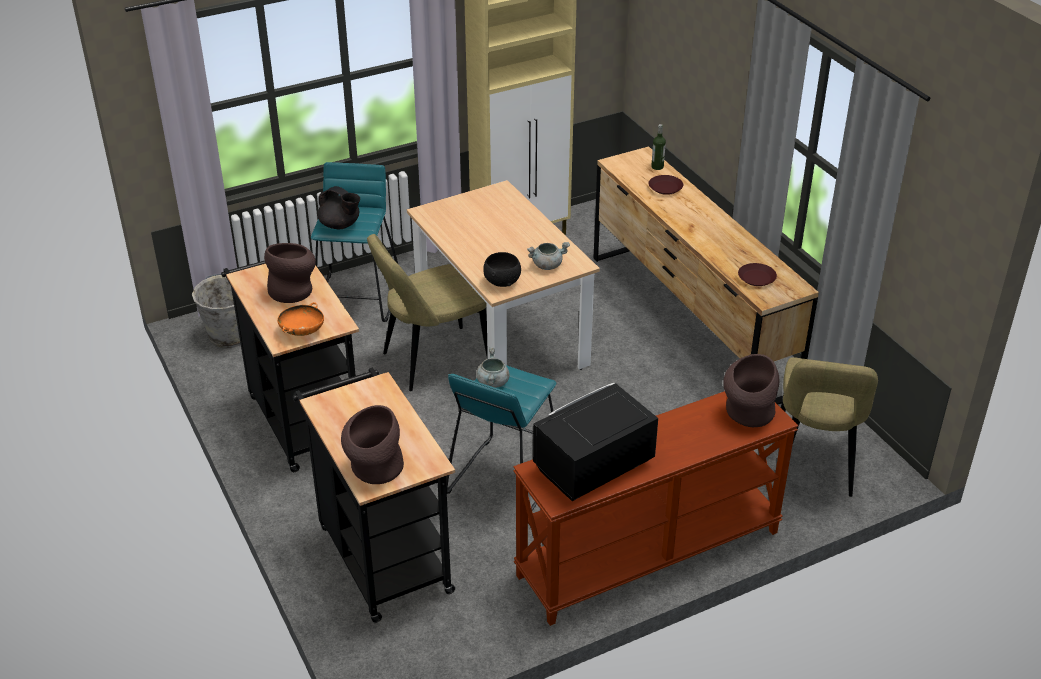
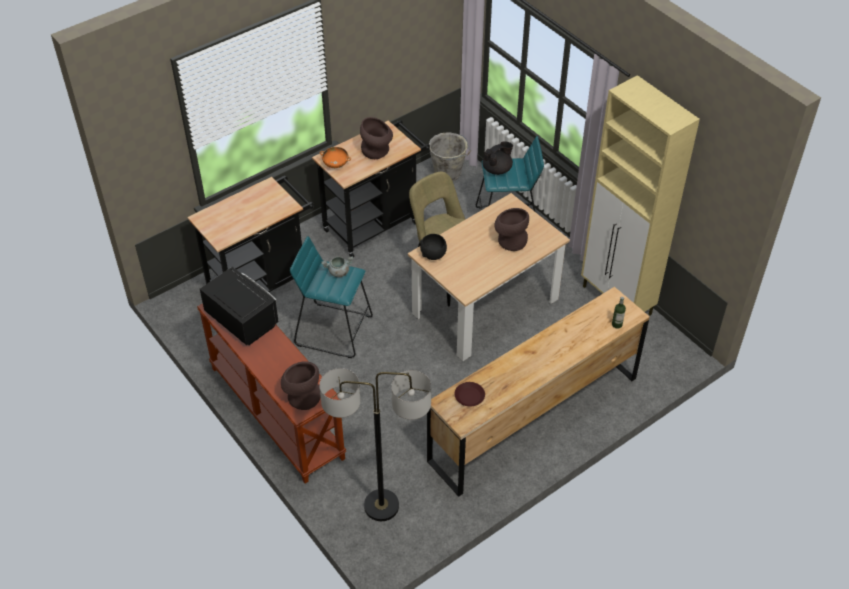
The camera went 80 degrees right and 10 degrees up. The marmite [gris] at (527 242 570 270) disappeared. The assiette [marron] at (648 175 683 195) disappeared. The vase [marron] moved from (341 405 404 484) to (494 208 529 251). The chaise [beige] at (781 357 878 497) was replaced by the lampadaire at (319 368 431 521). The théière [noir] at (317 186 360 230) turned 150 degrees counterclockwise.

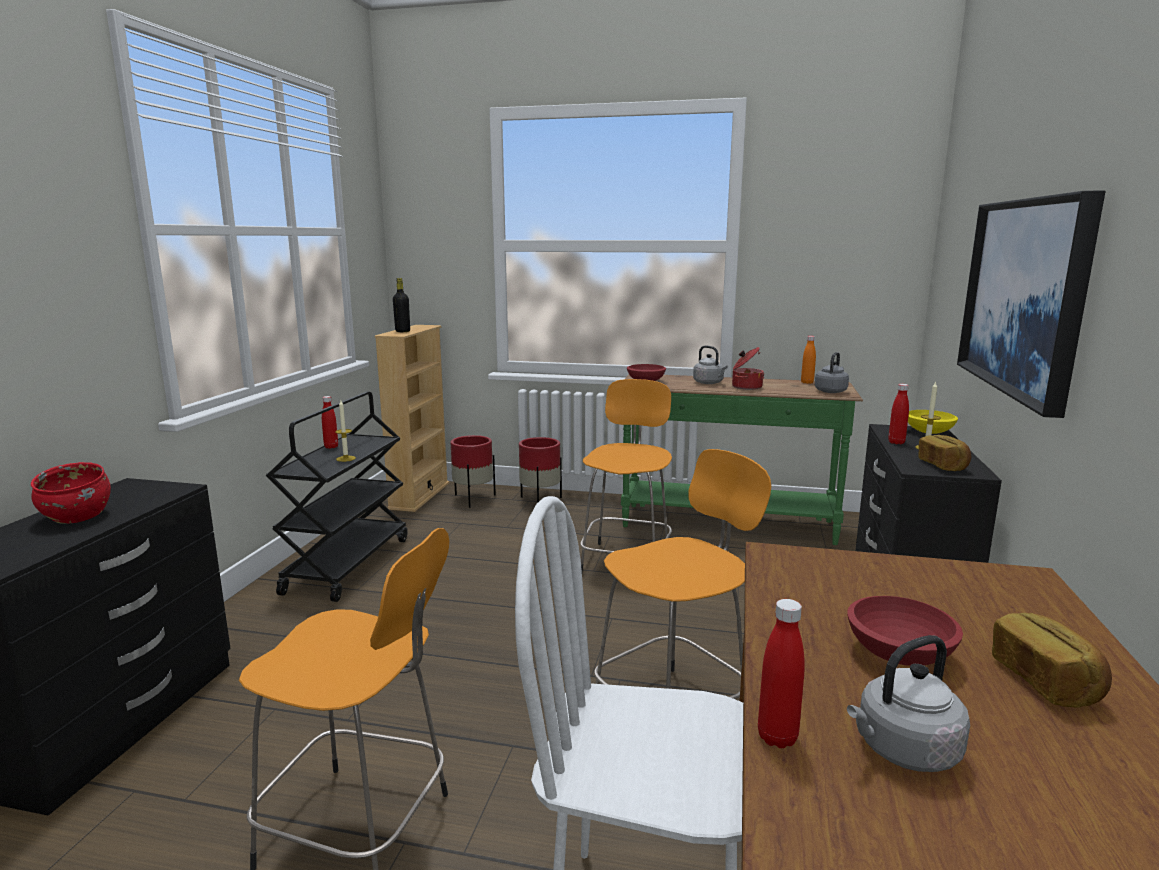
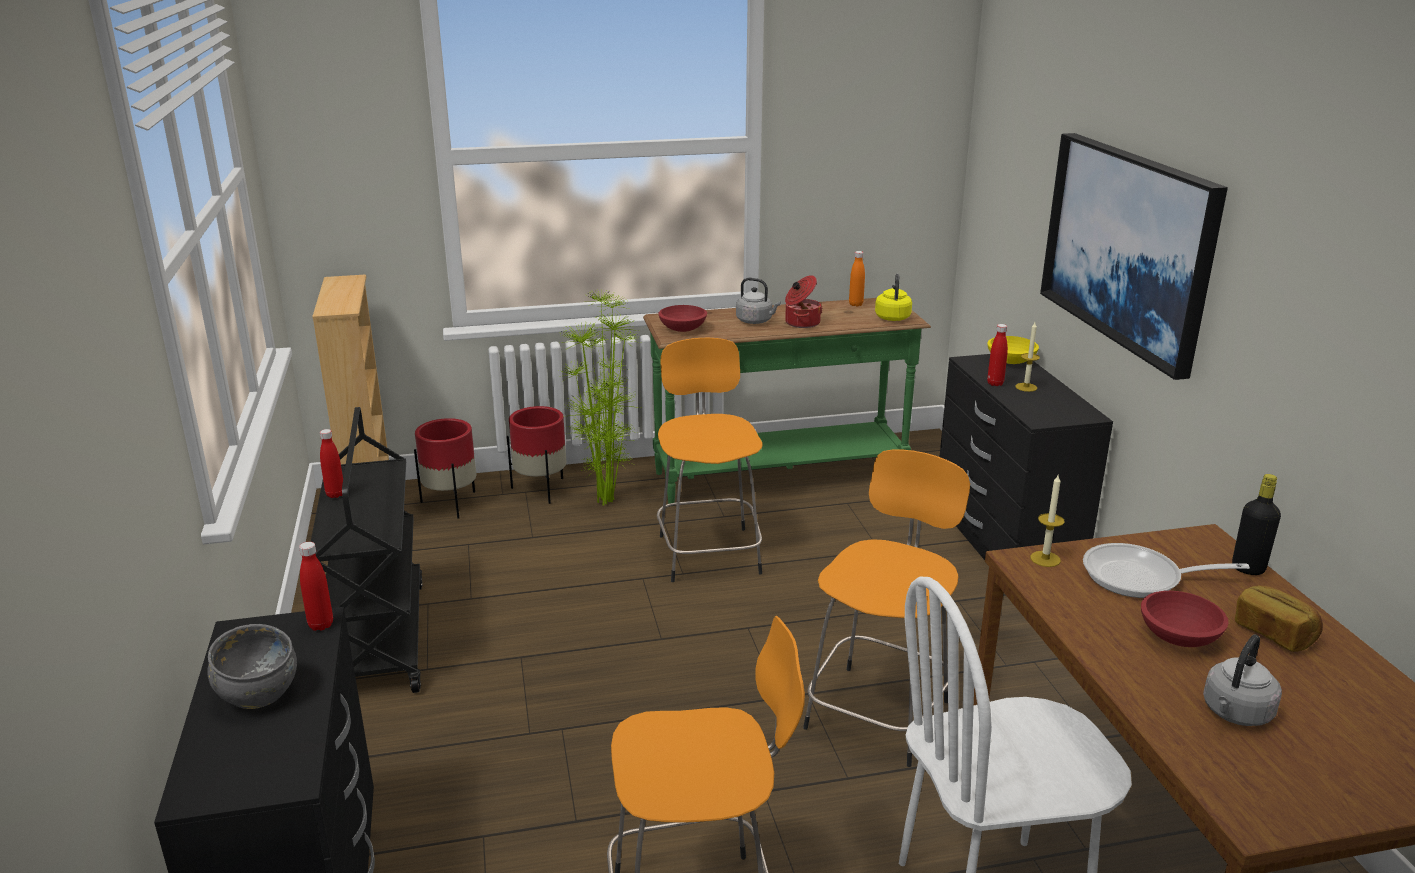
The camera went 25 degrees left and 10 degrees up. The pain at (918 435 971 471) disappeared. The plante en pot at (559 290 640 505) appeared. The poêle at (1083 543 1250 598) appeared. The bougie moved from (335 400 356 462) to (1030 475 1065 567). The bouteille [noir] moved from (393 278 410 332) to (1232 474 1281 575). The bouteille [rouge] moved from (758 599 805 748) to (299 542 333 631). The bol [rouge] at (31 462 111 524) became the bol [gris] at (208 624 297 709). The bouilloire [gris] at (815 352 849 393) became the bouilloire [jaune] at (875 274 912 321).

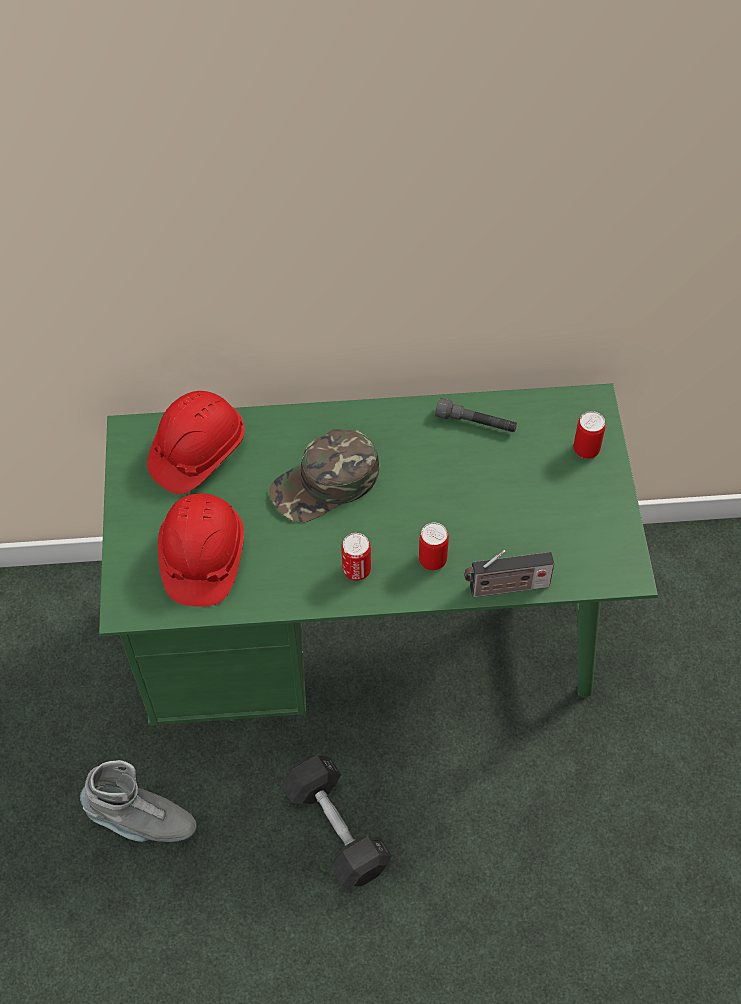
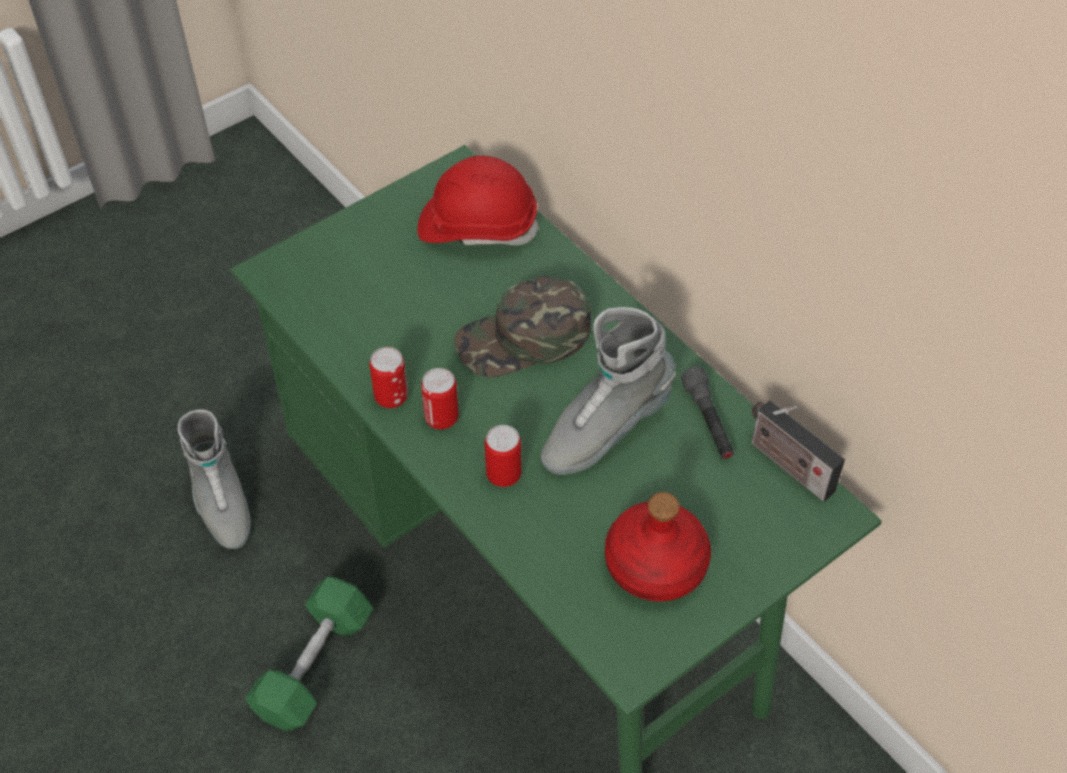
The camera went 55 degrees right and 5 degrees down. The casque de chantier [rouge] at (158 493 244 607) disappeared. The botte [gris] at (541 307 676 475) appeared. The bouteille [rouge] at (605 492 711 601) appeared. The radio moved from (464 550 554 597) to (751 401 845 502). The boîte métallique moved from (573 411 606 459) to (369 347 408 408). The haltère [gris] at (281 755 392 886) became the haltère [vert] at (245 577 373 731). The casquette [vert] at (269 429 379 522) turned 45 degrees counterclockwise.

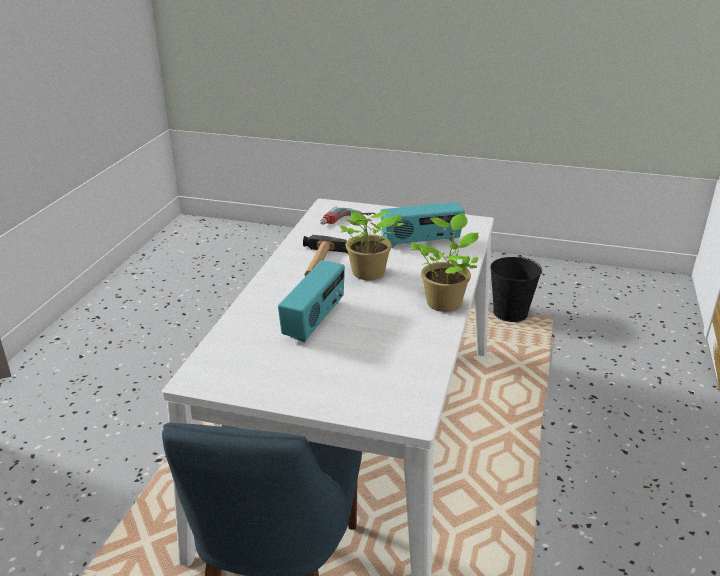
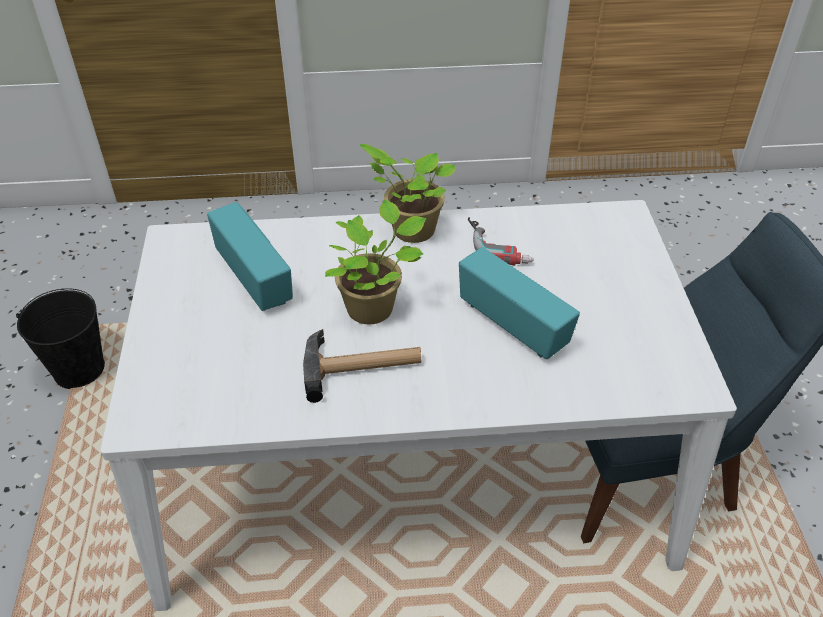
The camera went 110 degrees left and 15 degrees up. The perceuse moved from (320 207 375 225) to (468 217 534 265). The radio at (278 260 345 343) turned 45 degrees clockwise.

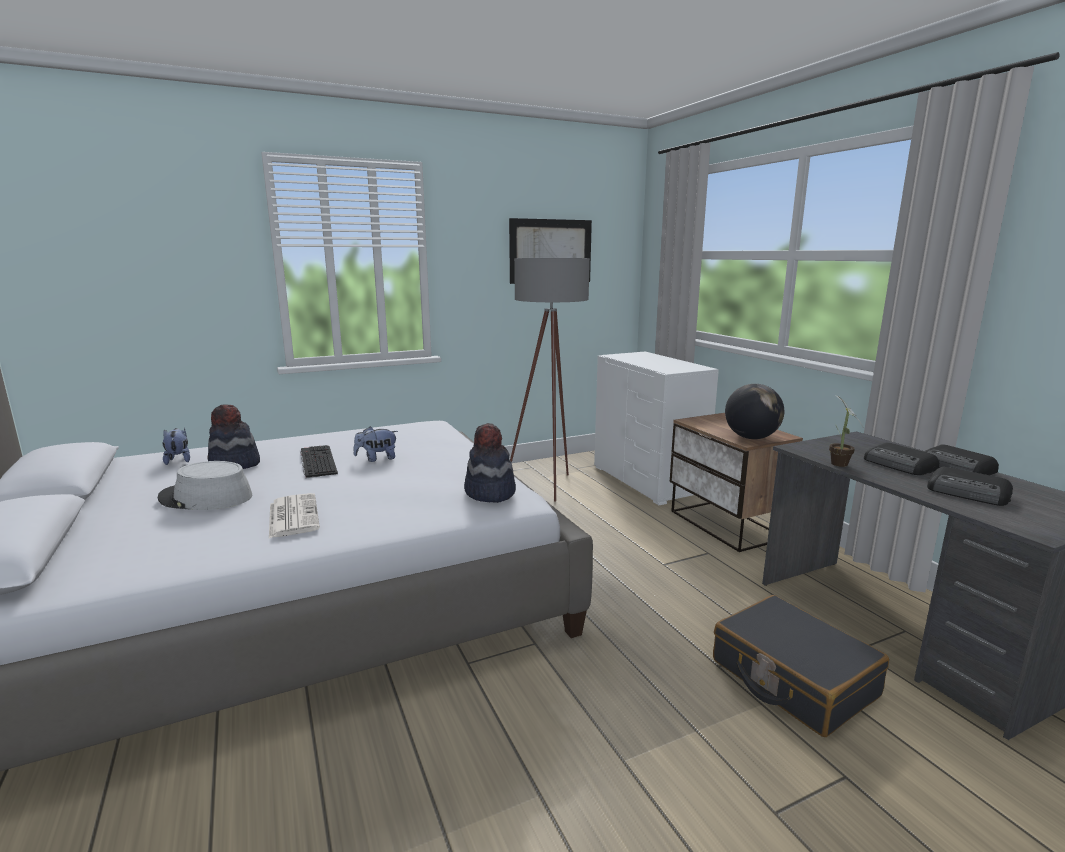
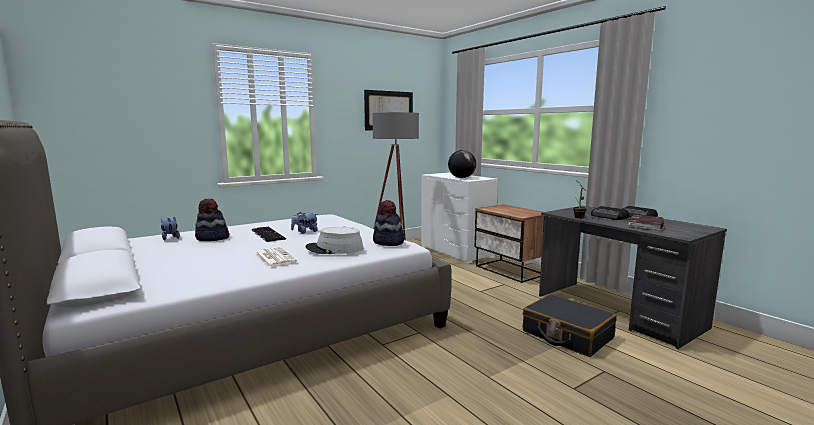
The camera went 10 degrees left and 5 degrees down. The chapeau [gris] moved from (158 461 252 510) to (306 227 364 254). The globe moved from (725 384 784 439) to (448 150 476 178). The radio at (927 467 1013 506) was replaced by the livre at (628 215 664 231).

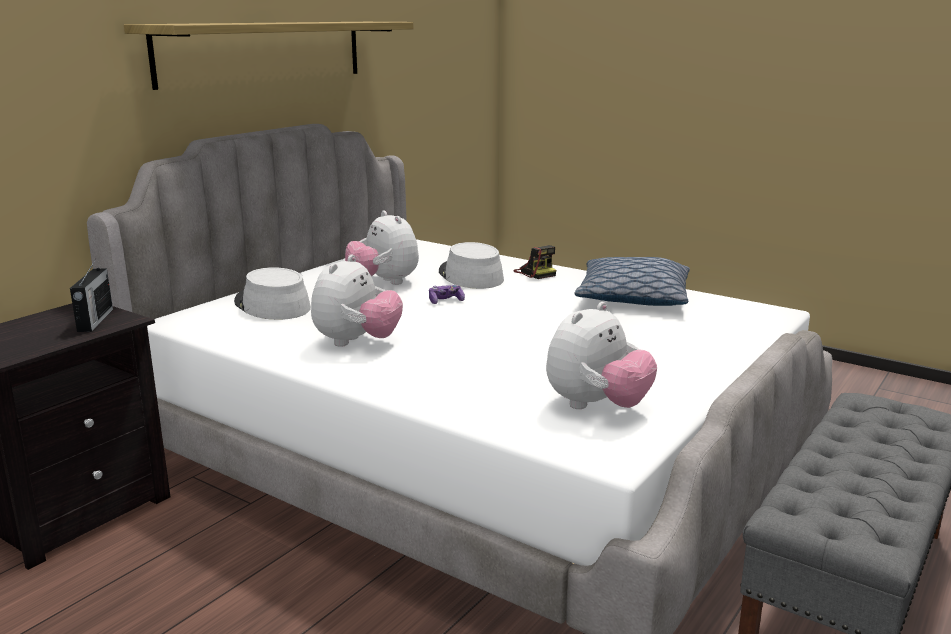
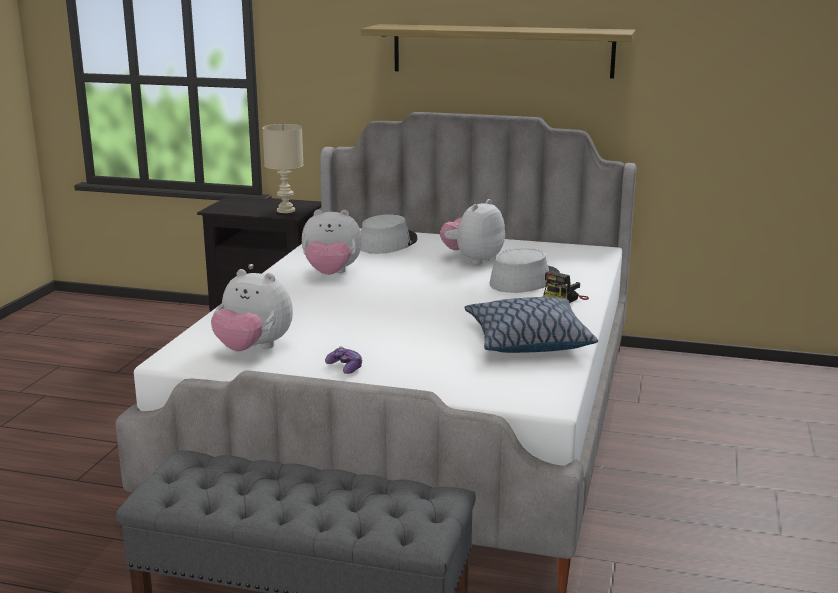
The camera went 70 degrees right and 0 degrees up. The manette moved from (429 285 465 304) to (325 347 363 374). The radio at (70 259 113 332) was replaced by the lampe de table [beige] at (262 124 303 213).

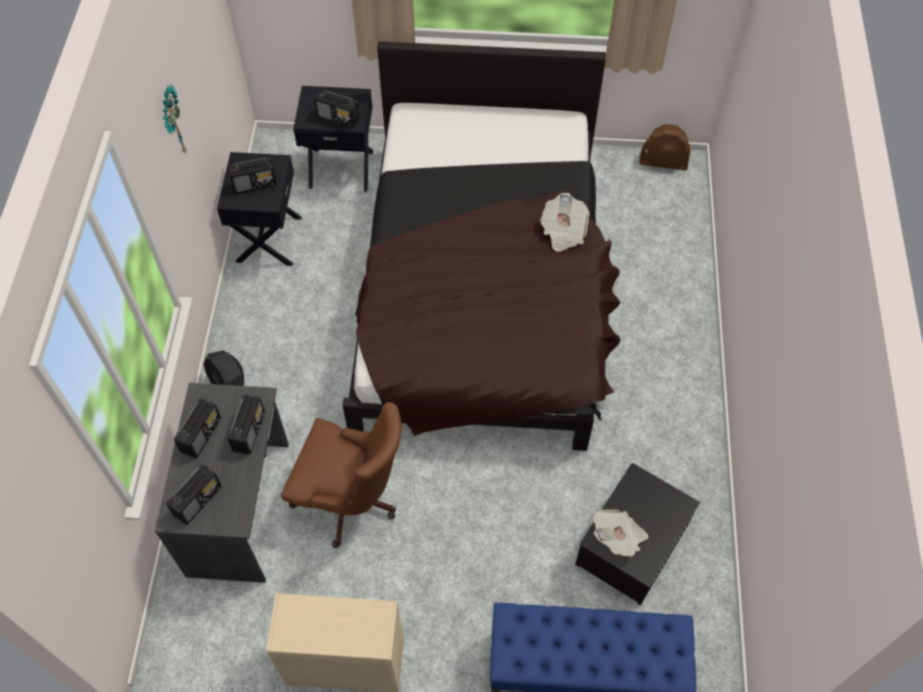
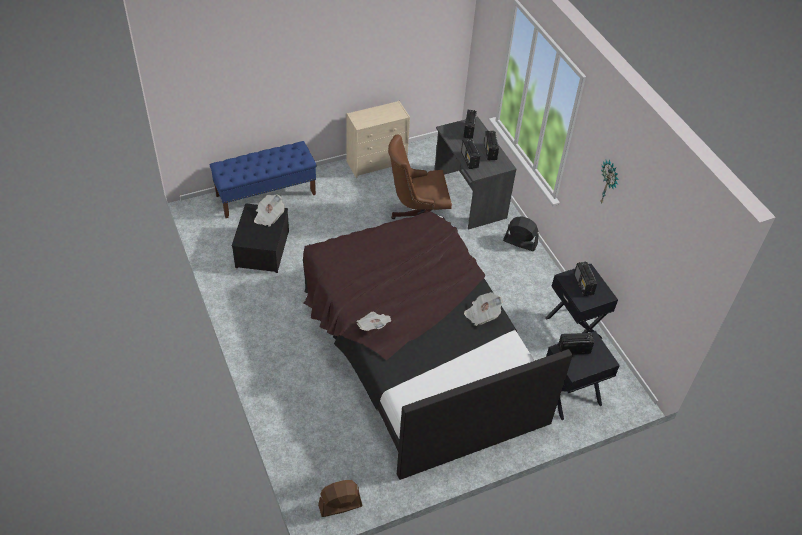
The camera went 150 degrees right and 10 degrees down. The journal at (464 292 503 326) appeared. The radio at (228 158 276 194) turned 60 degrees counterclockwise.

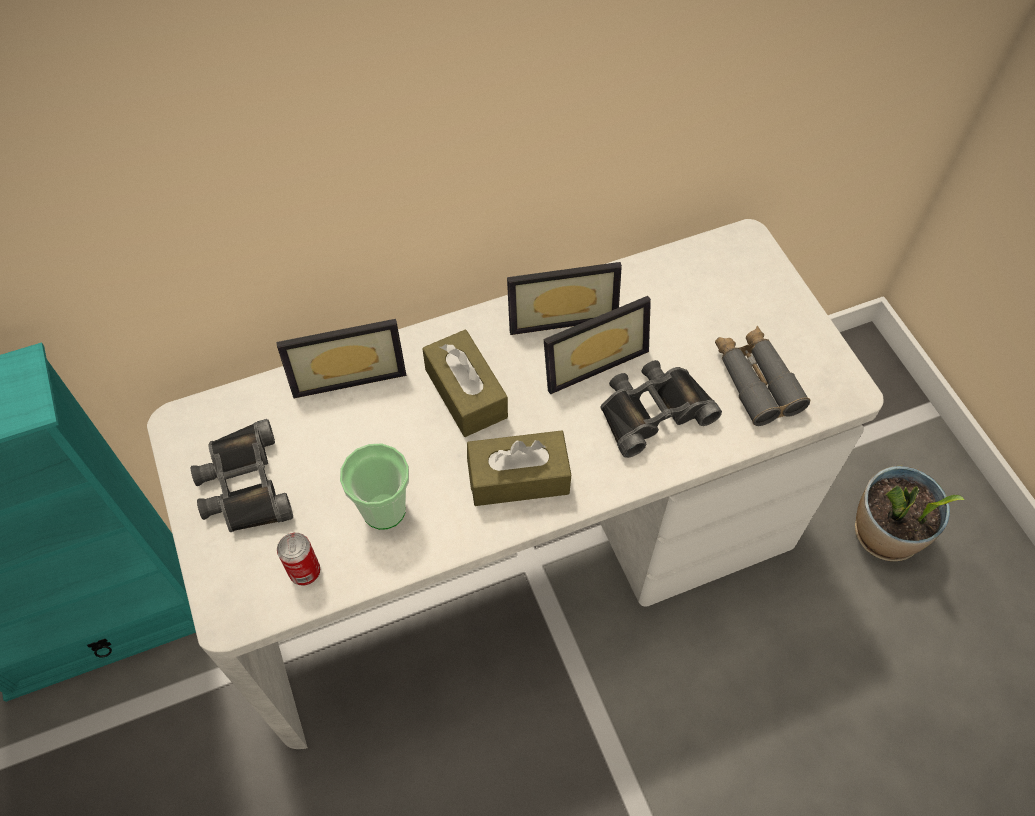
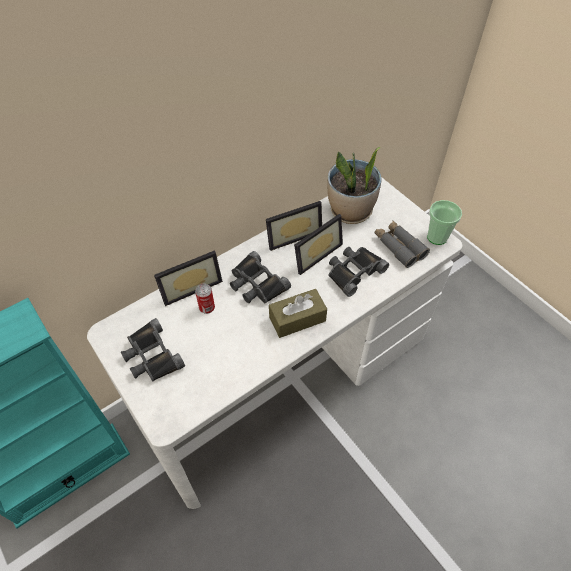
The camera went 15 degrees left and 5 degrees down. The boîte métallique moved from (277 533 320 585) to (195 283 215 314). The tasse moved from (340 443 409 530) to (427 200 462 245). The plante en pot moved from (855 465 964 561) to (327 147 382 224). The boîte à mouchoirs [marron] at (422 330 508 437) was replaced by the jumelles [noir] at (230 251 291 304).

